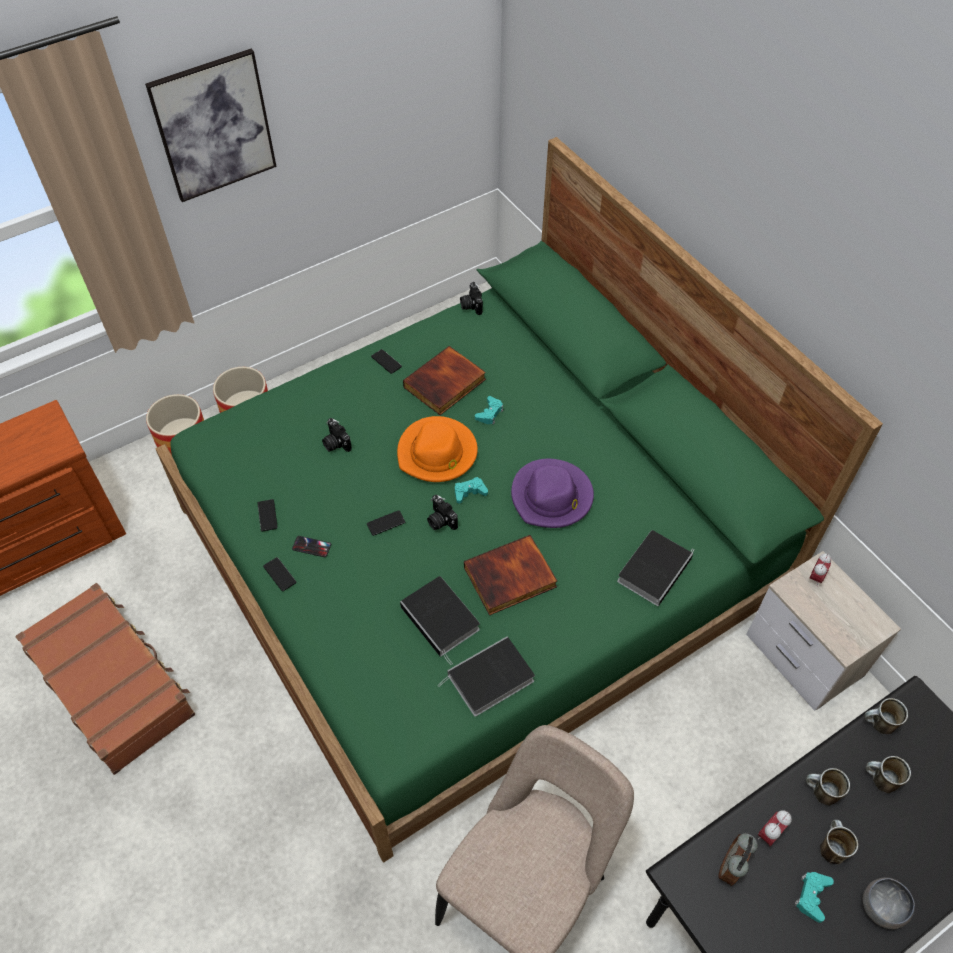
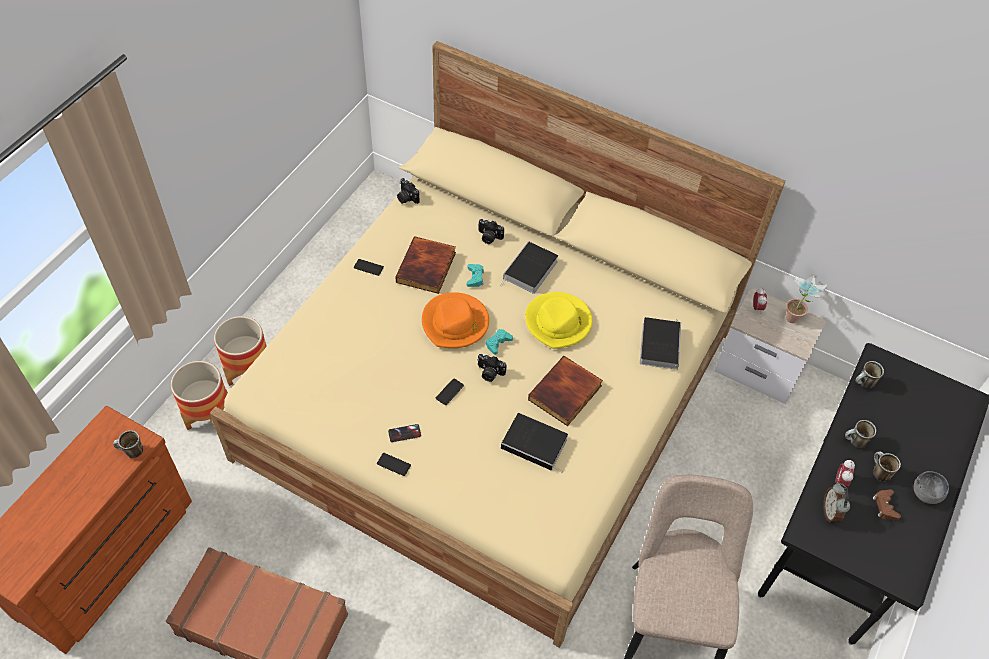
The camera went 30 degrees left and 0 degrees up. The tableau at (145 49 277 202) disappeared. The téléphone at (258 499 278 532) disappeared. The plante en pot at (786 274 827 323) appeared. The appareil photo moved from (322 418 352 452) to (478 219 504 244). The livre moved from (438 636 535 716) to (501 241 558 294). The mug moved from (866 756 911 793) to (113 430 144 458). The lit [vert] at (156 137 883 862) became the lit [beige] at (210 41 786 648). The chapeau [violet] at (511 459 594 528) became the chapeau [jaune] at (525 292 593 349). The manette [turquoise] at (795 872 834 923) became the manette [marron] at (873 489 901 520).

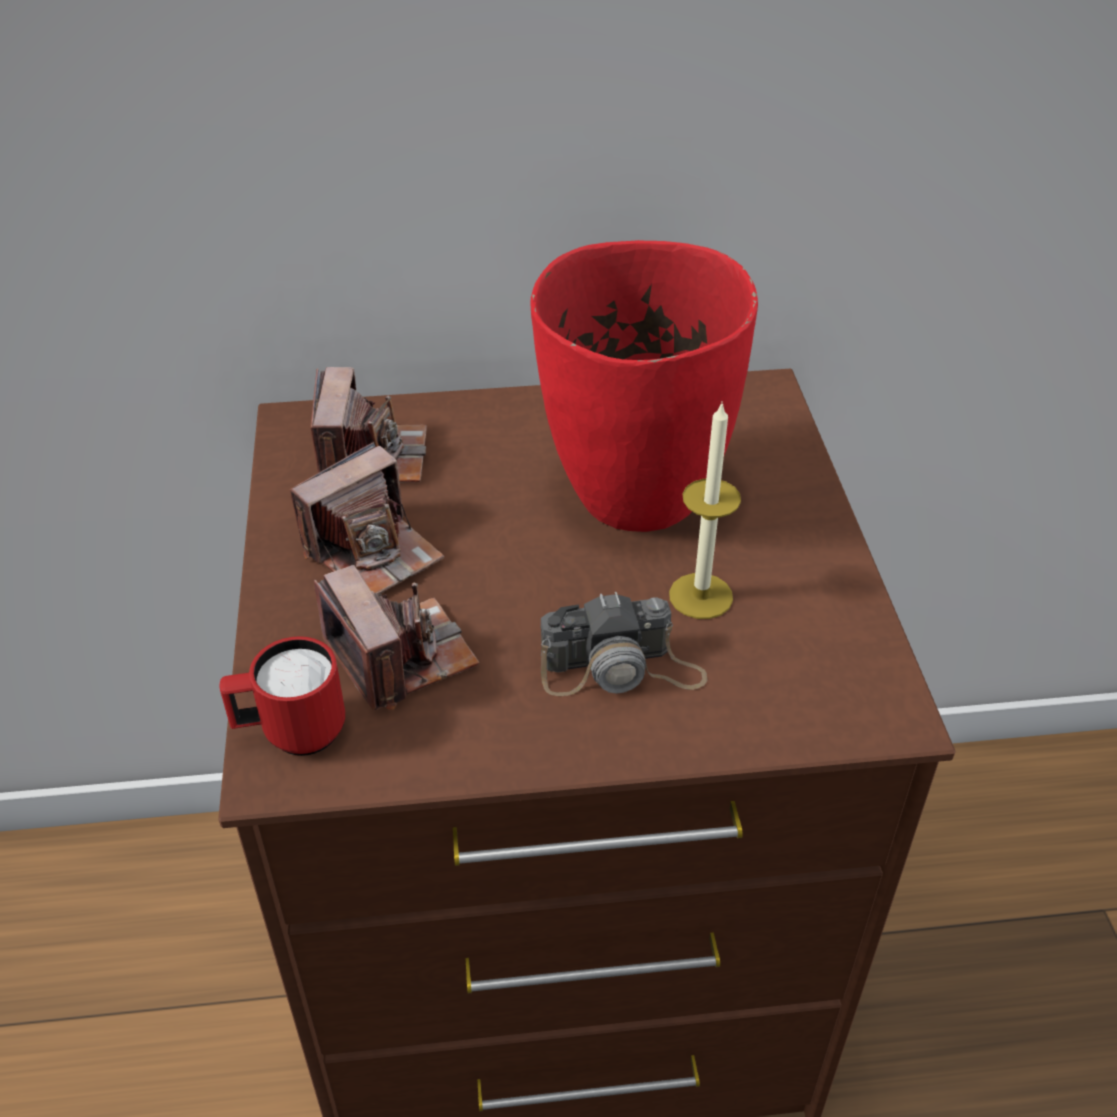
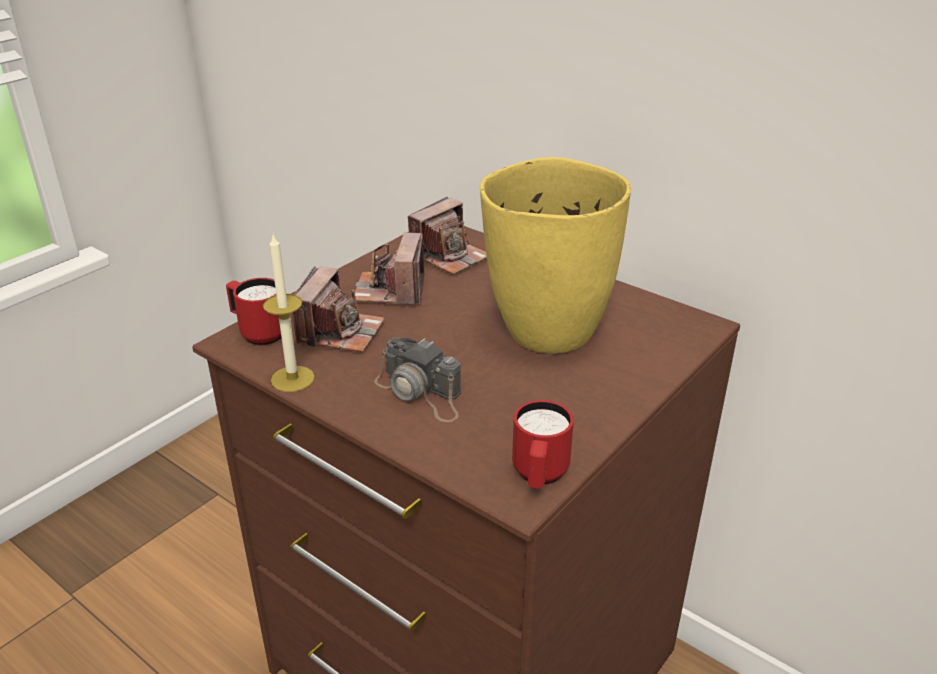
The camera went 45 degrees right and 10 degrees down. The mug [rouge] at (512 400 574 488) appeared. The bougie moved from (669 403 741 619) to (263 235 315 392). The vase [rouge] at (530 240 758 532) became the vase [jaune] at (480 157 631 353). The appareil photo at (290 442 444 594) turned 90 degrees clockwise.

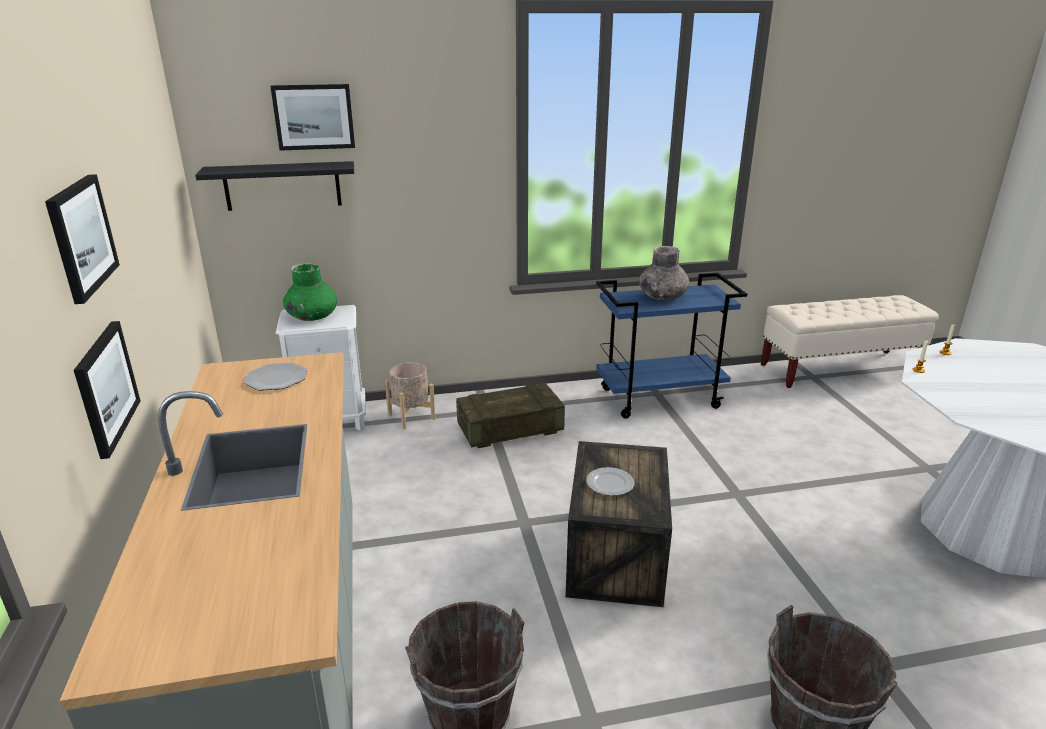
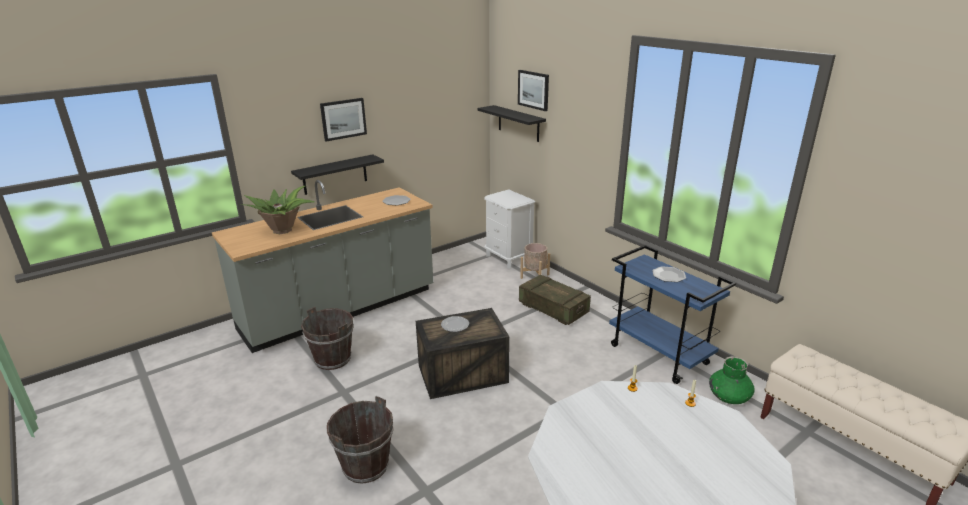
The camera went 65 degrees right and 0 degrees up. The plante en pot at (240 186 315 234) appeared. The vase [vert] moved from (283 263 337 321) to (709 356 755 404). The tableau at (74 321 140 459) was replaced by the étagère [noir] at (291 154 384 195). The vase [gris] at (639 246 689 300) was replaced by the assiette at (652 266 686 282).

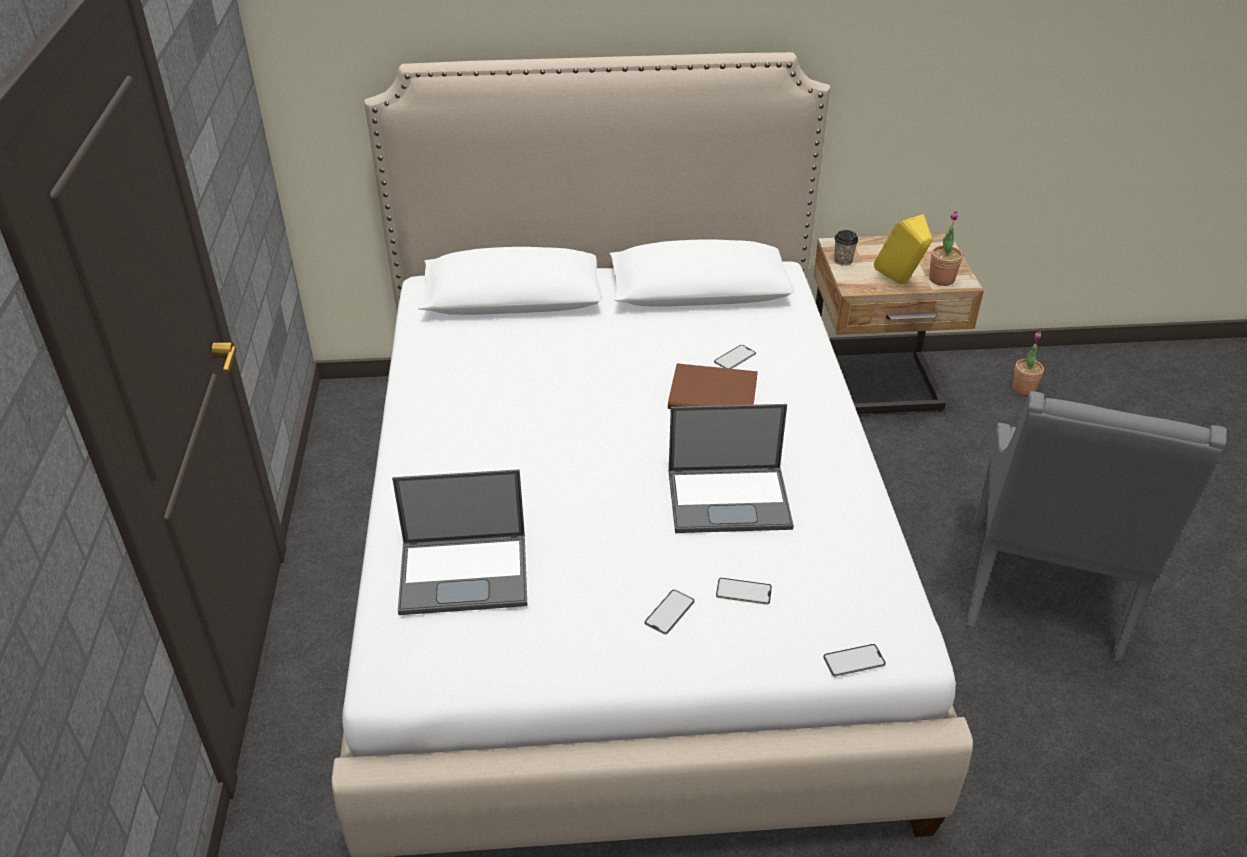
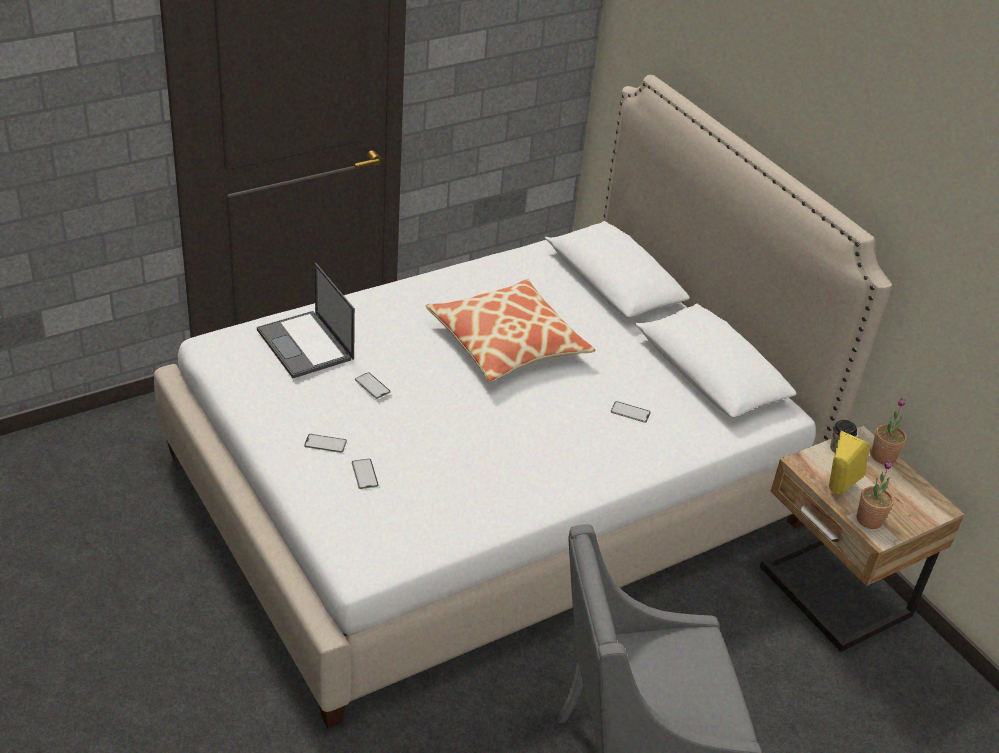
The camera went 60 degrees right and 0 degrees up. The livre [marron] at (668 363 758 409) disappeared. The ordinateur portable at (669 404 794 533) disappeared. The coussin at (426 279 596 382) appeared. The téléphone moved from (823 644 886 677) to (355 372 391 399). The plante en pot moved from (1012 332 1044 395) to (871 397 907 465).

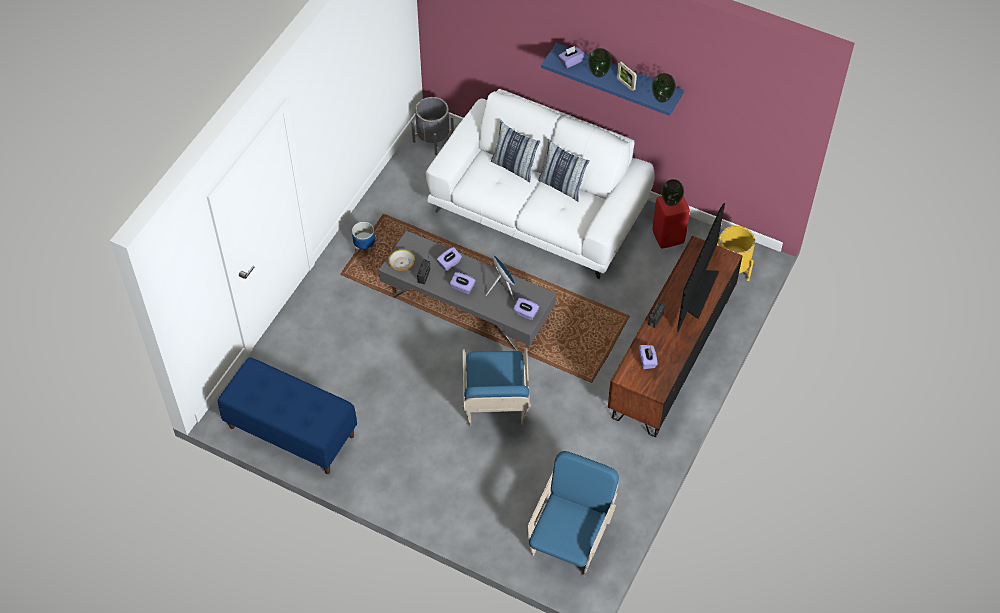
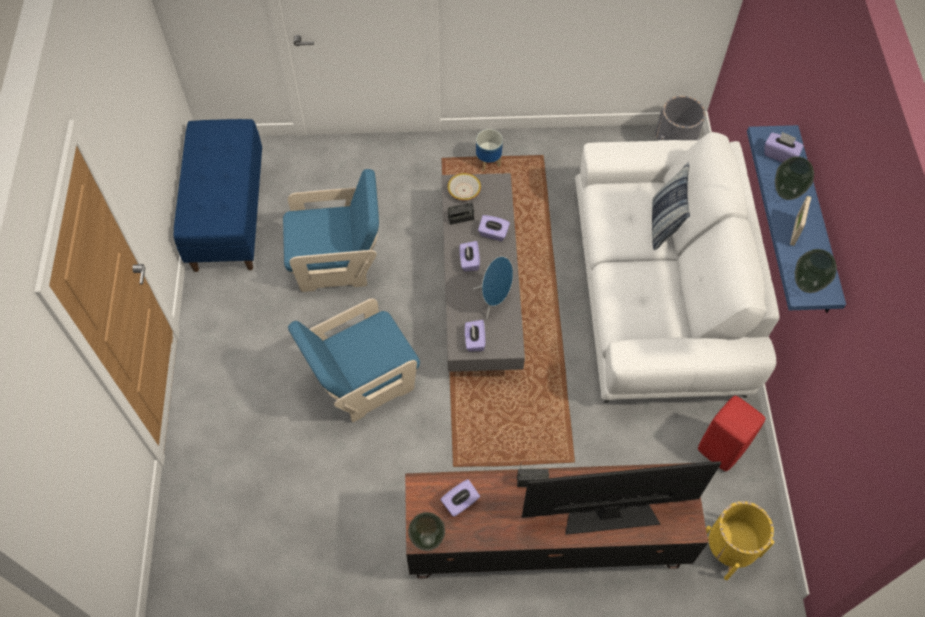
The camera went 60 degrees right and 5 degrees up. The coussin at (538 139 590 201) disappeared. The fauteuil [bleu] moved from (527 451 619 576) to (283 169 379 292). The vase moved from (661 179 684 206) to (408 512 445 551).

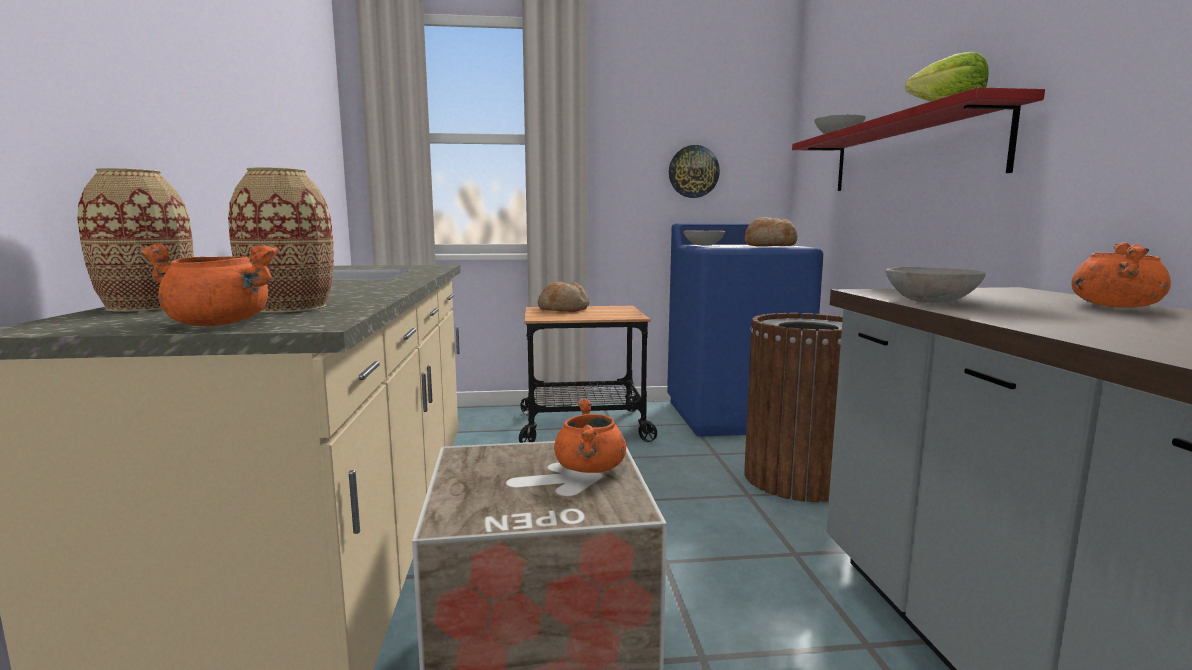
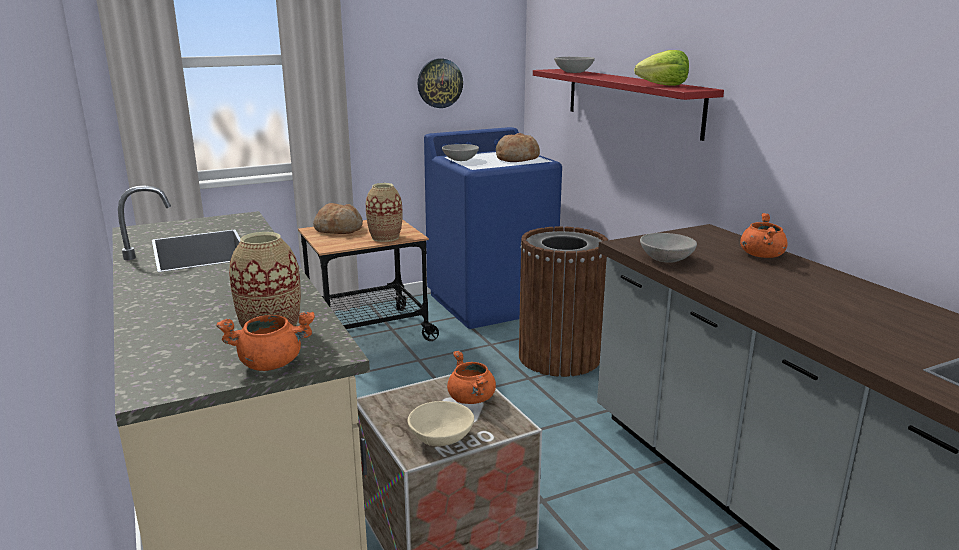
The camera went 20 degrees left and 10 degrees up. The bol [beige] at (408 401 474 446) appeared. The vase moved from (77 168 194 311) to (366 183 403 242).

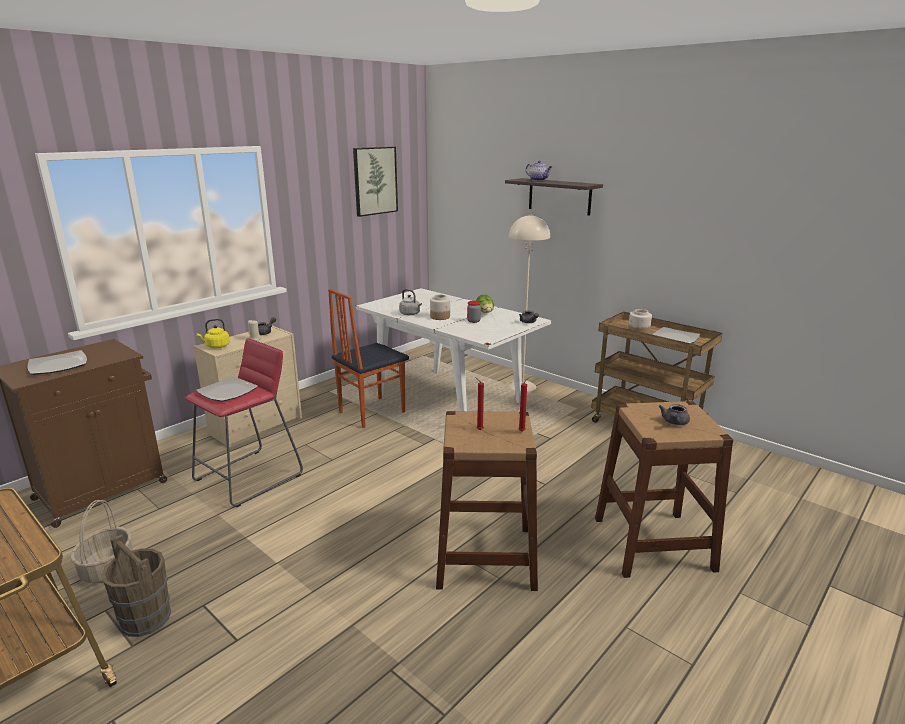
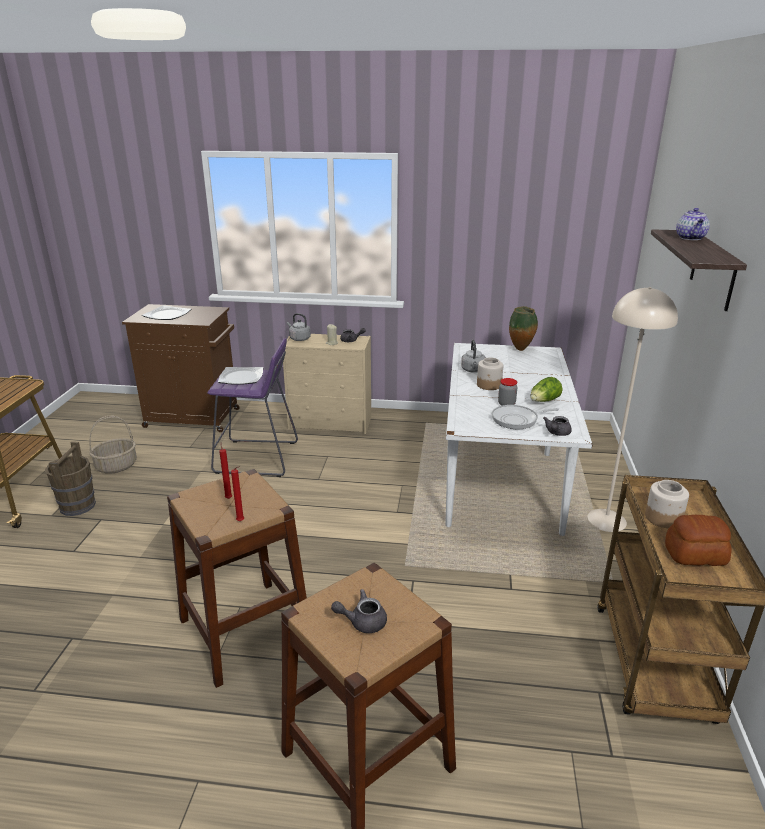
The camera went 55 degrees right and 5 degrees up. The chaise at (328 289 409 428) disappeared. The tableau at (353 147 398 217) disappeared. The poêle at (492 405 559 429) appeared. The vase at (509 306 538 351) appeared. The assiette at (653 327 700 343) was replaced by the pain at (665 515 732 566). The tabouret [rouge] at (185 338 303 507) became the tabouret [violet] at (207 338 298 477). The bouilloire [jaune] at (196 319 230 348) became the bouilloire [gris] at (287 313 311 341).

